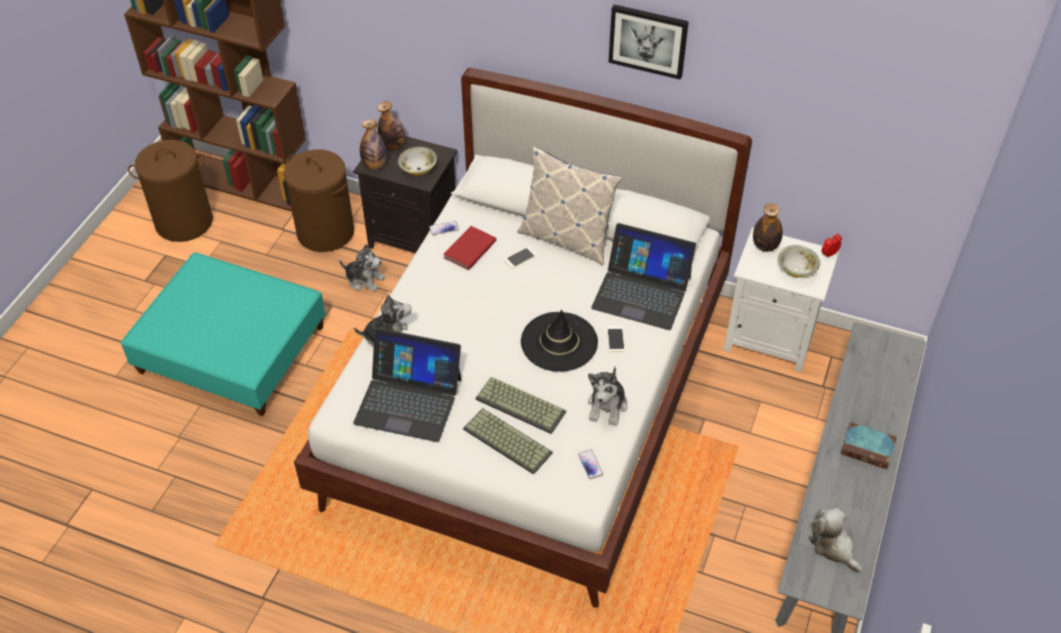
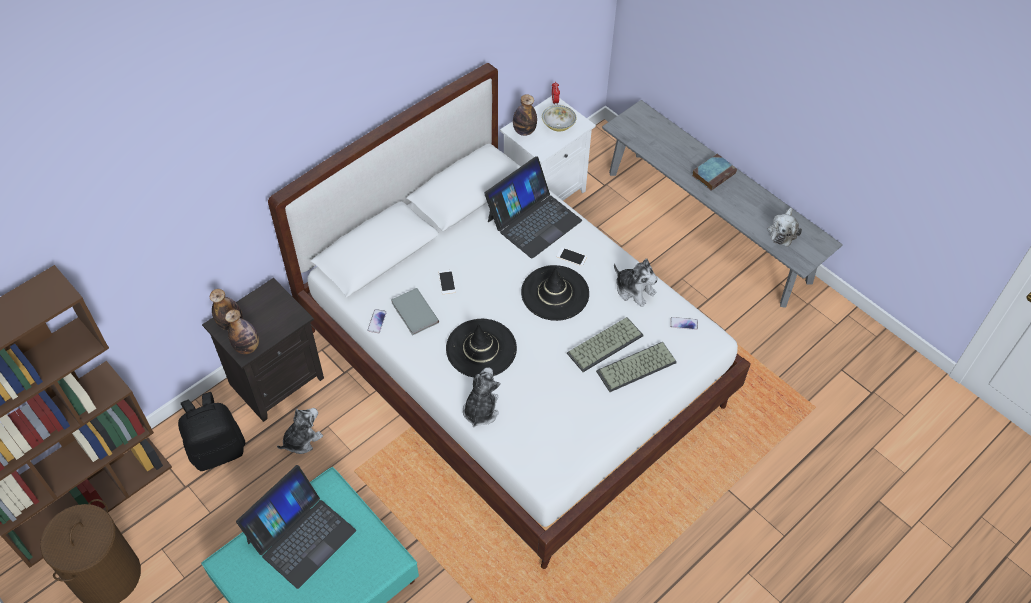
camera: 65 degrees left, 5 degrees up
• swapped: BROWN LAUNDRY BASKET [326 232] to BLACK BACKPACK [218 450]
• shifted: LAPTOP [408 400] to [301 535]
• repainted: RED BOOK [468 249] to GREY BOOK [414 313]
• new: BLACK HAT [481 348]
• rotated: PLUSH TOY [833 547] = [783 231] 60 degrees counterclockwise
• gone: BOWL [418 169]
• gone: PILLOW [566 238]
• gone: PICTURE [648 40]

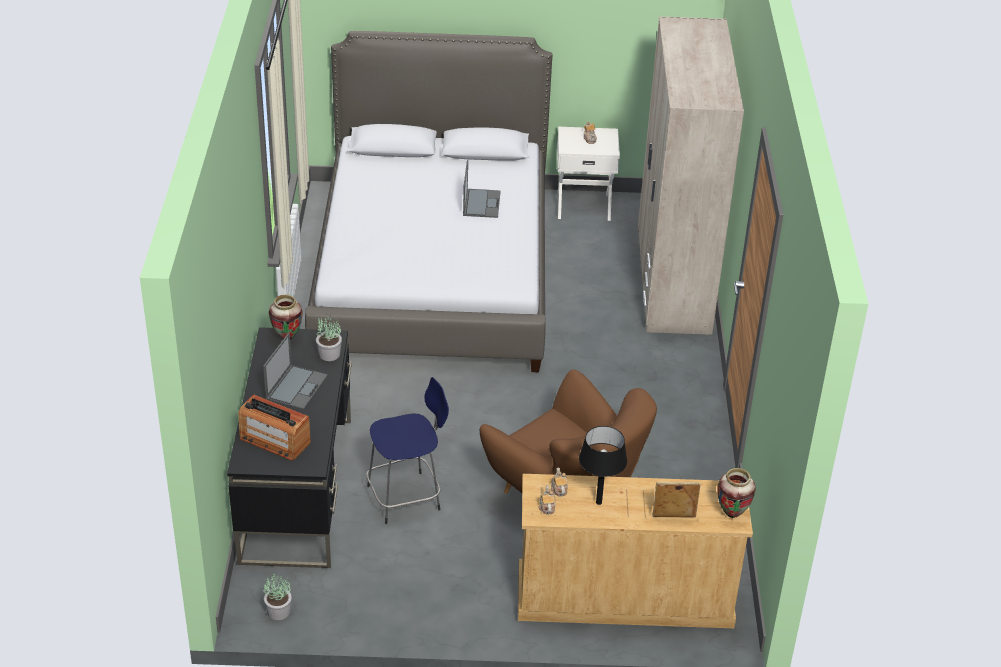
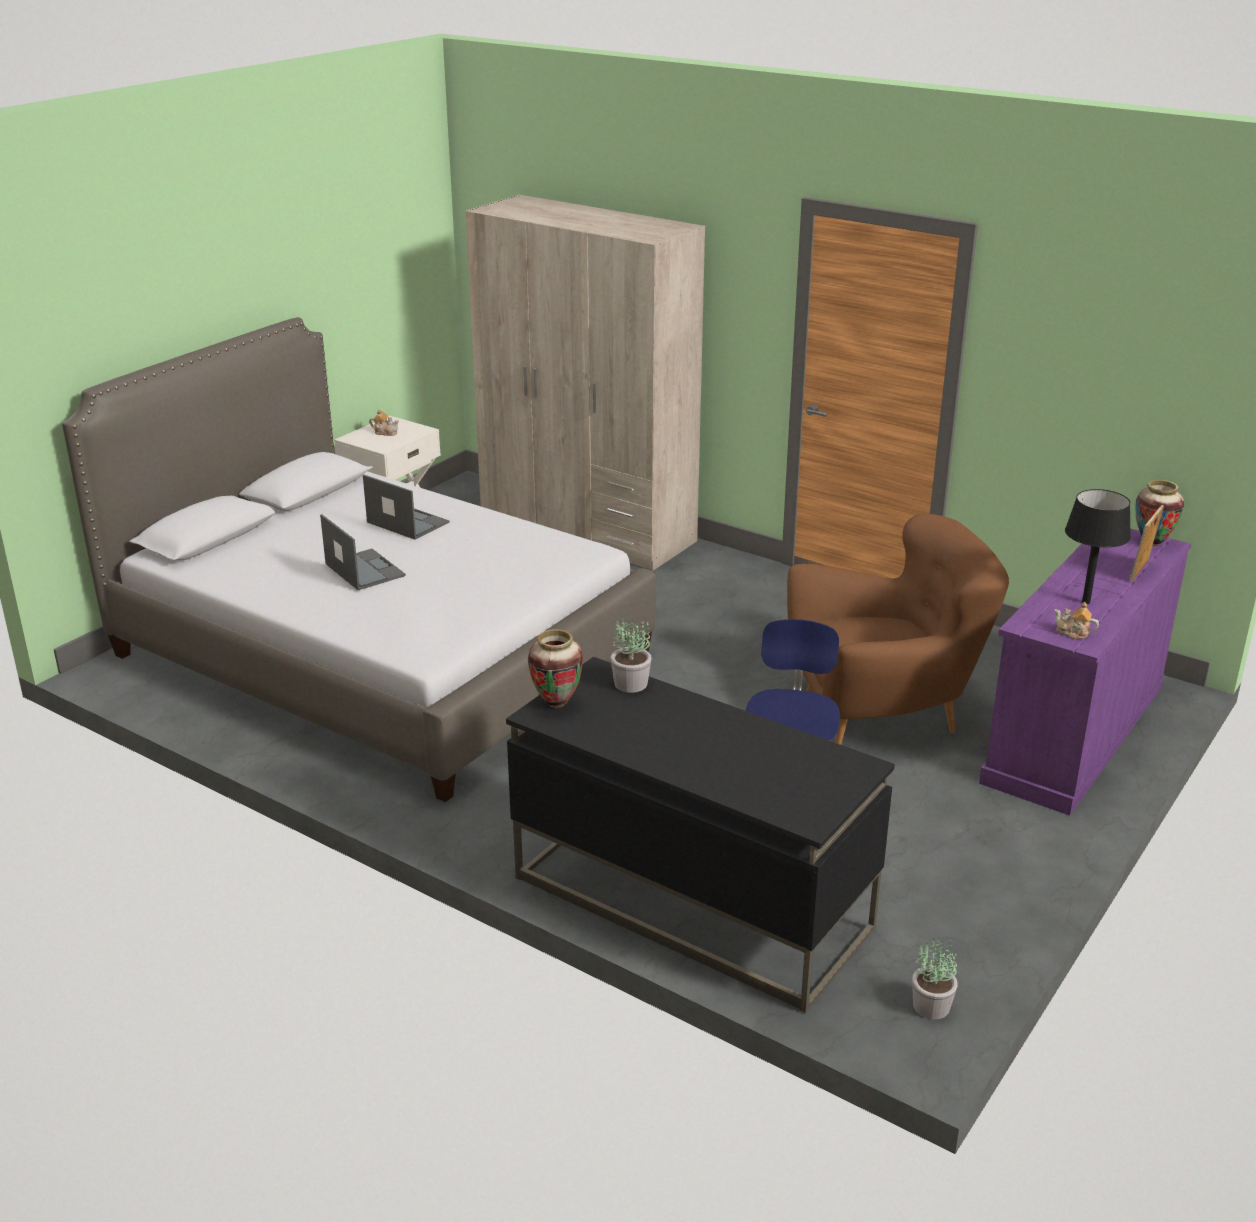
camera: 55 degrees left, 10 degrees down
• shifted: LAPTOP [296 387] to [364 570]
• repainted: BEIGE DRESSER [623 598] to PURPLE DRESSER [1074 734]
• gone: RADIO [274 440]
• gone: TEAPOT [558 489]

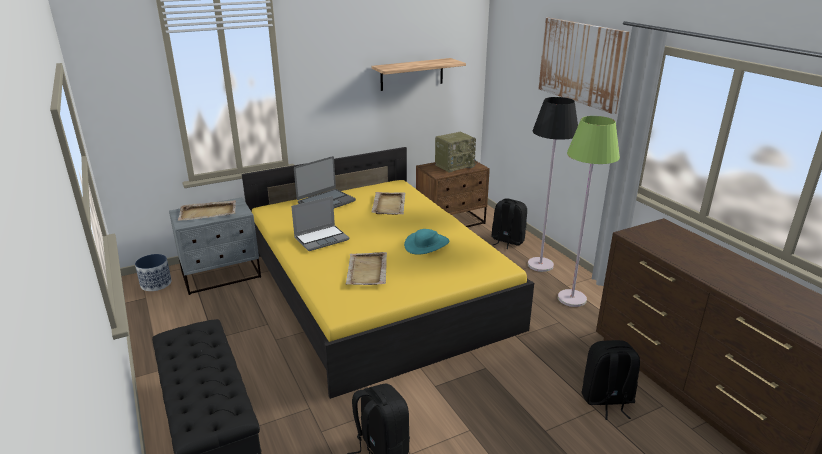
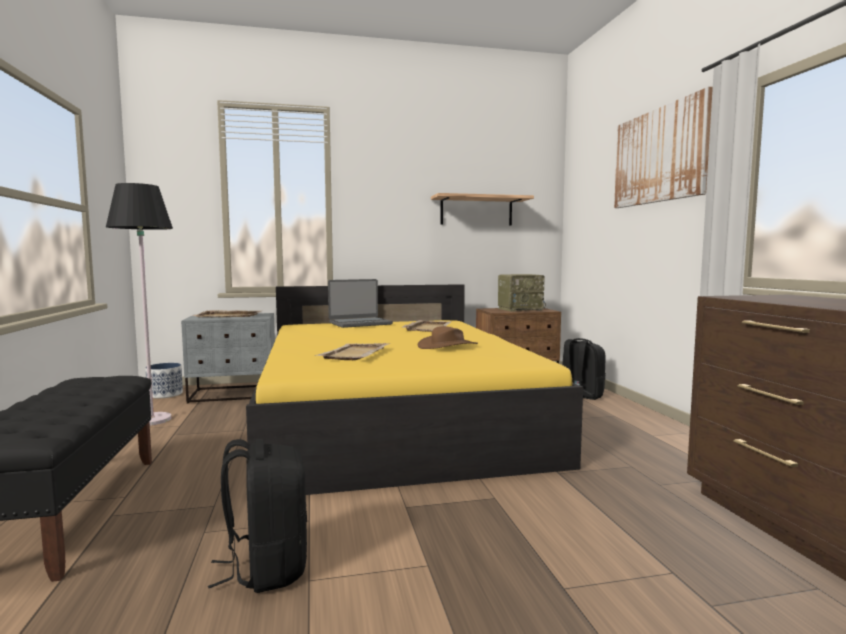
camera: 15 degrees right, 20 degrees down
• shifted: BLACK FLOOR LAMP [540 265] to [151 420]
• repainted: TURQUOISE HAT [427 244] to BROWN HAT [447 346]
• gone: LAPTOP [322 238]
• gone: GREEN FLOOR LAMP [572 299]
• gone: BLACK BACKPACK [607 400]

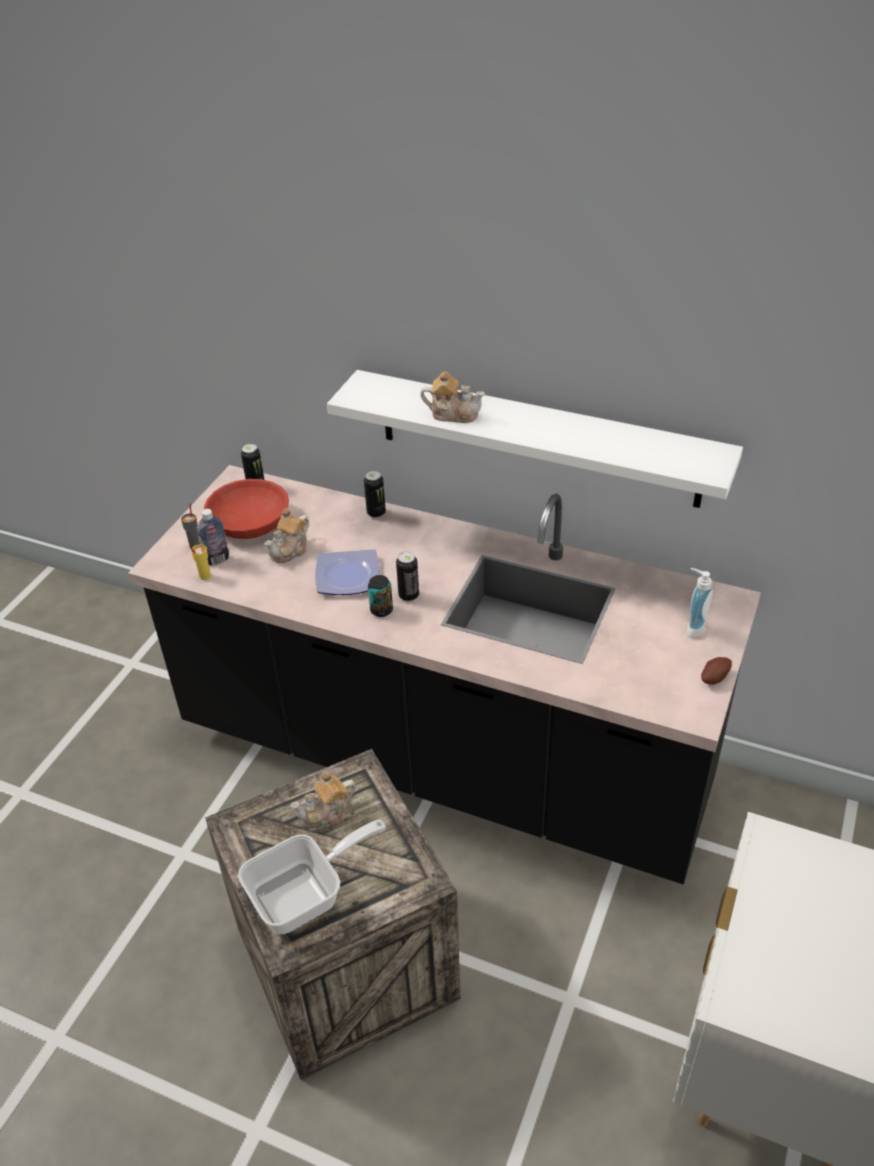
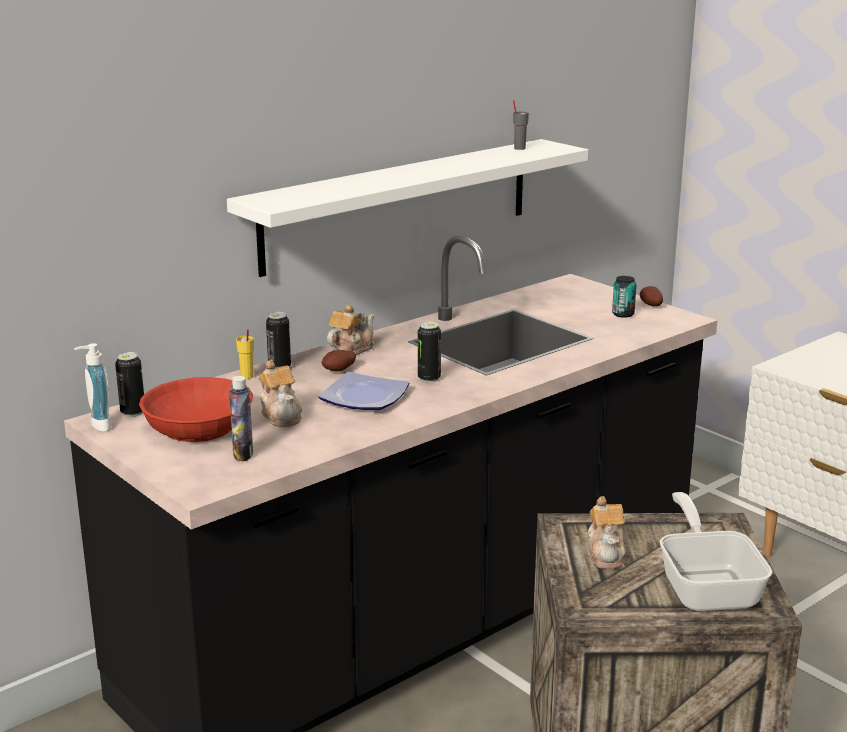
camera: 65 degrees left, 20 degrees down
• shifted: SOAP DISPENSER [692 627] to [97 426]
• shifted: YELLOW CUP [204 576] to [247 376]
• new: POTATO [340 371]
• shifted: TEAPOT [453 414] to [350 349]
• shifted: GREY CUP [195 544] to [519 148]
• shifted: CAN [381 610] to [623 314]

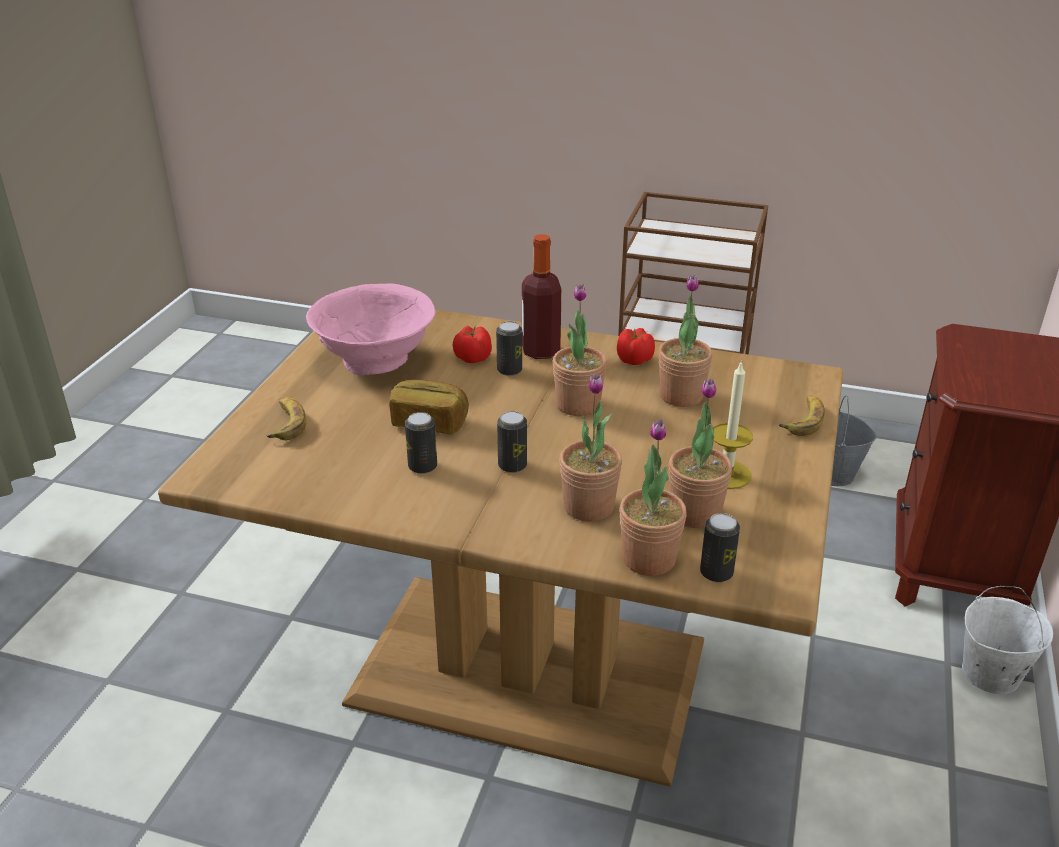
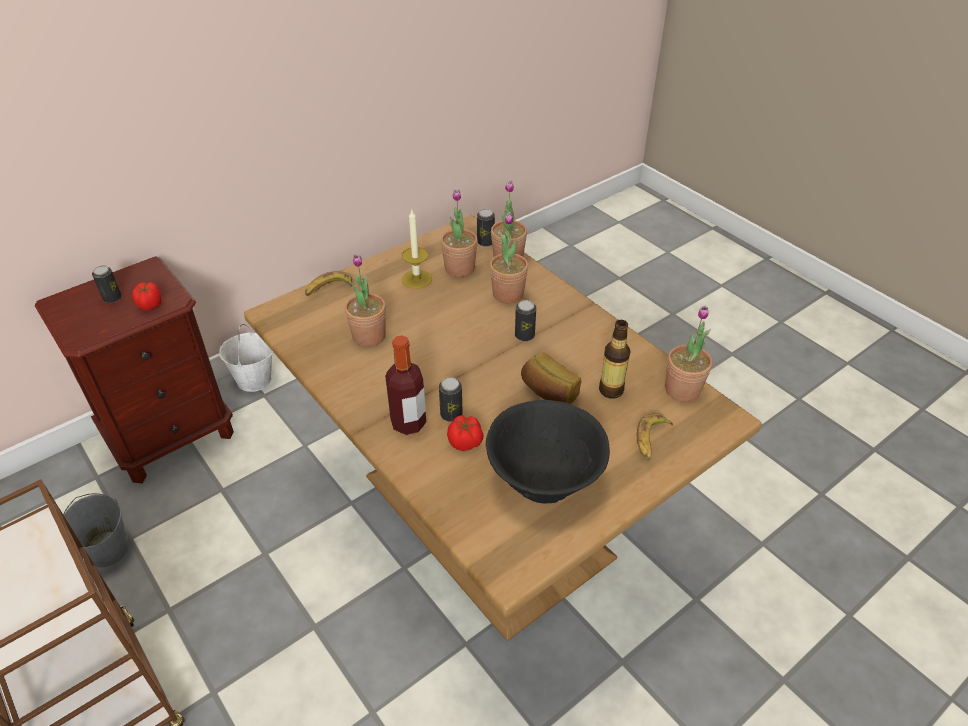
camera: 145 degrees left, 10 degrees up
• shifted: CAN [422 466] to [112 298]
• shifted: TOMATO [633 359] to [150 305]
• repainted: PINK BOWL [376 361] to BLACK BOWL [544 478]
• new: BOTTLE [611 390]
• shifted: POTTED PLANT [578 405] to [682 390]

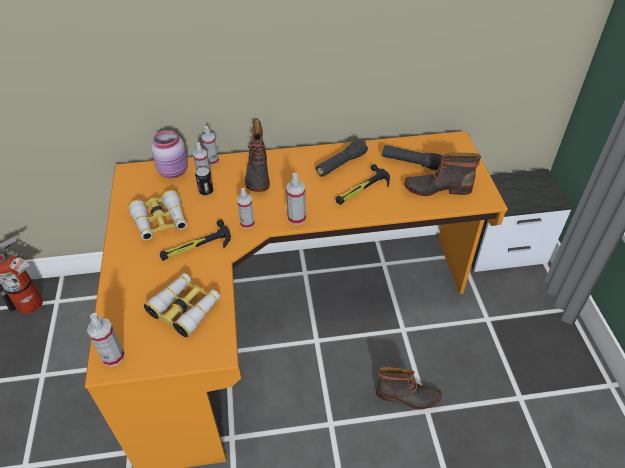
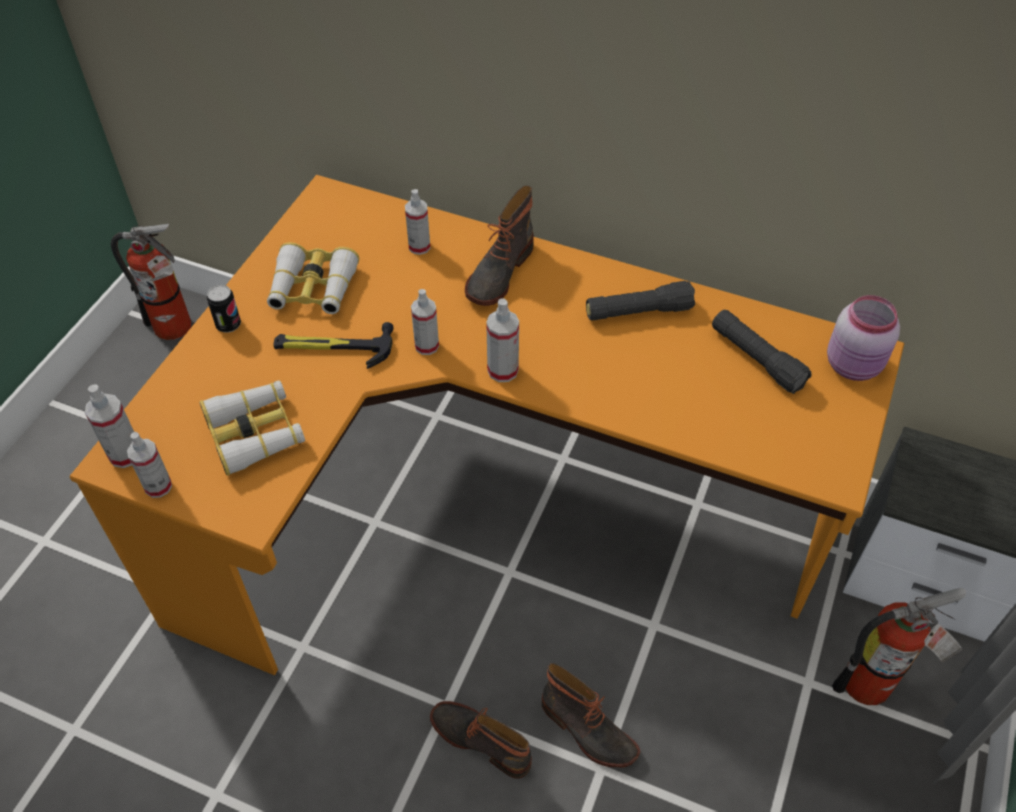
camera: 30 degrees right, 5 degrees up
• shifted: SPRAY BOTTLE [212 161] to [158 486]
• shifted: CAN [206 191] to [228 325]
• shifted: BOOT [437 187] to [482 740]
• shifted: PINK JAR [174 171] to [854 366]
• new: FIRE EXTINGUISHER [874 686]
• gone: HAMMER [361 189]

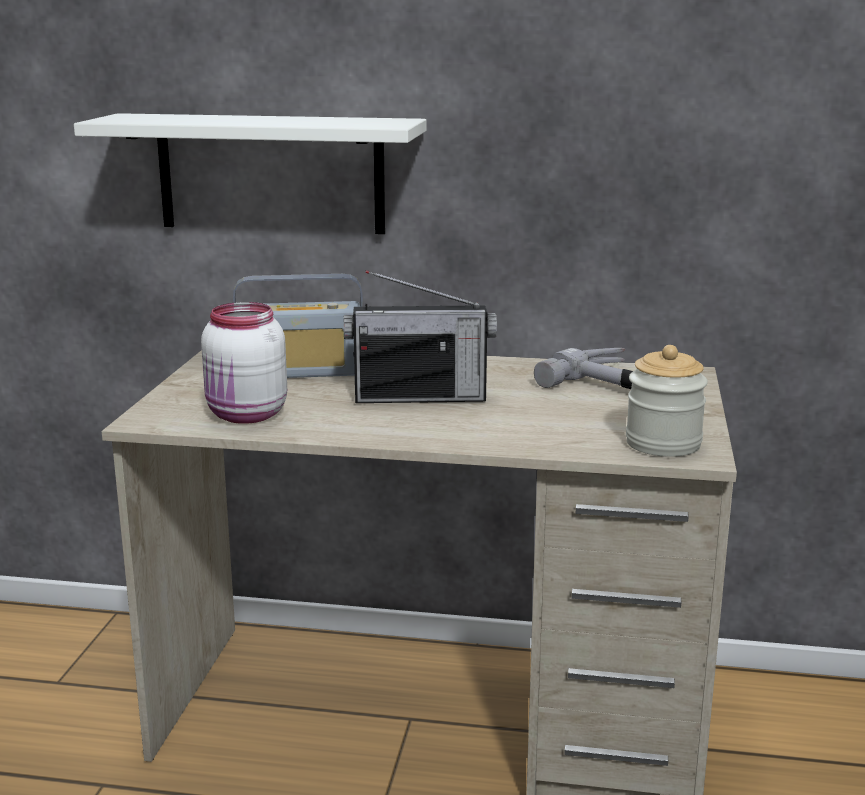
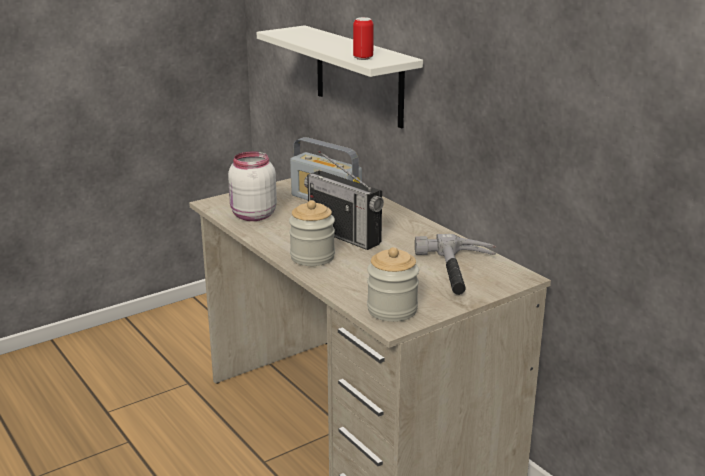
camera: 45 degrees right, 5 degrees up
• new: JAR [312 257]
• new: CAN [363 58]

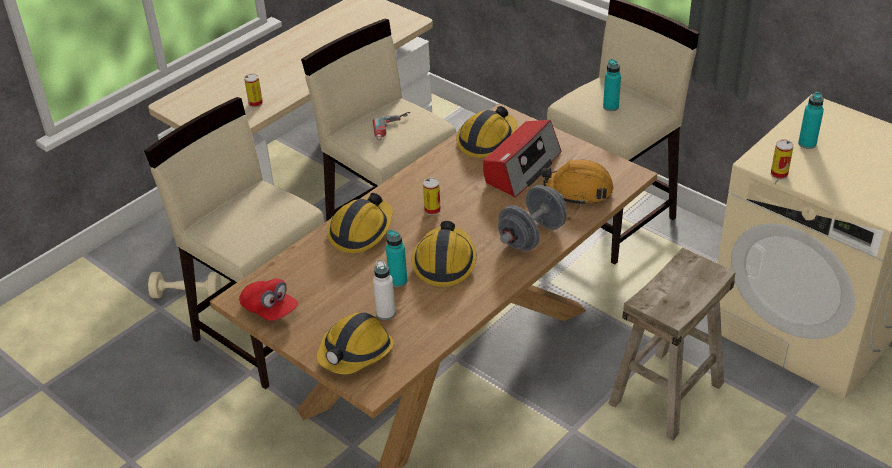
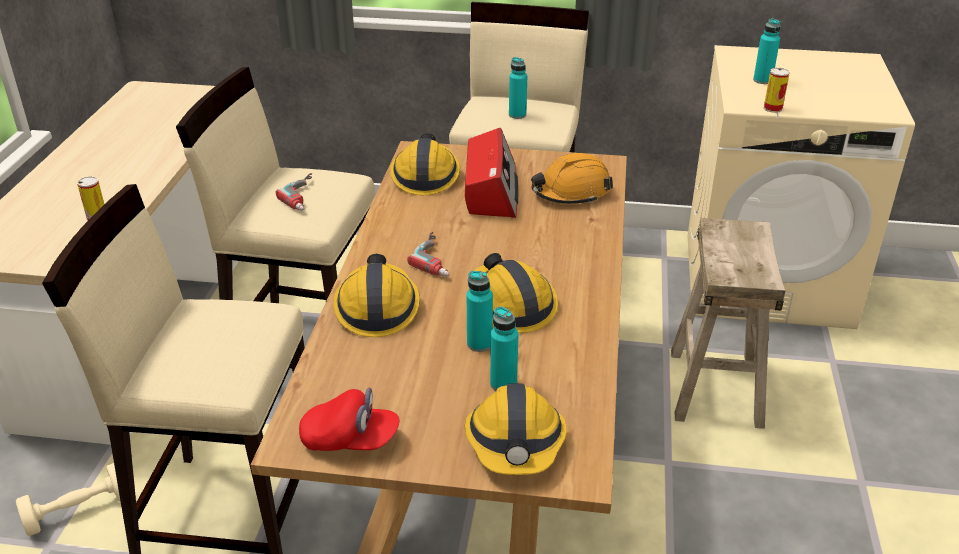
camera: 35 degrees left, 5 degrees down
• swapped: CAN [432 210] to POWER DRILL [439 258]
• repainted: WHITE BOTTLE [386 313] to TURQUOISE BOTTLE [503 384]
• gone: GREY DUMBBELL [532 236]

